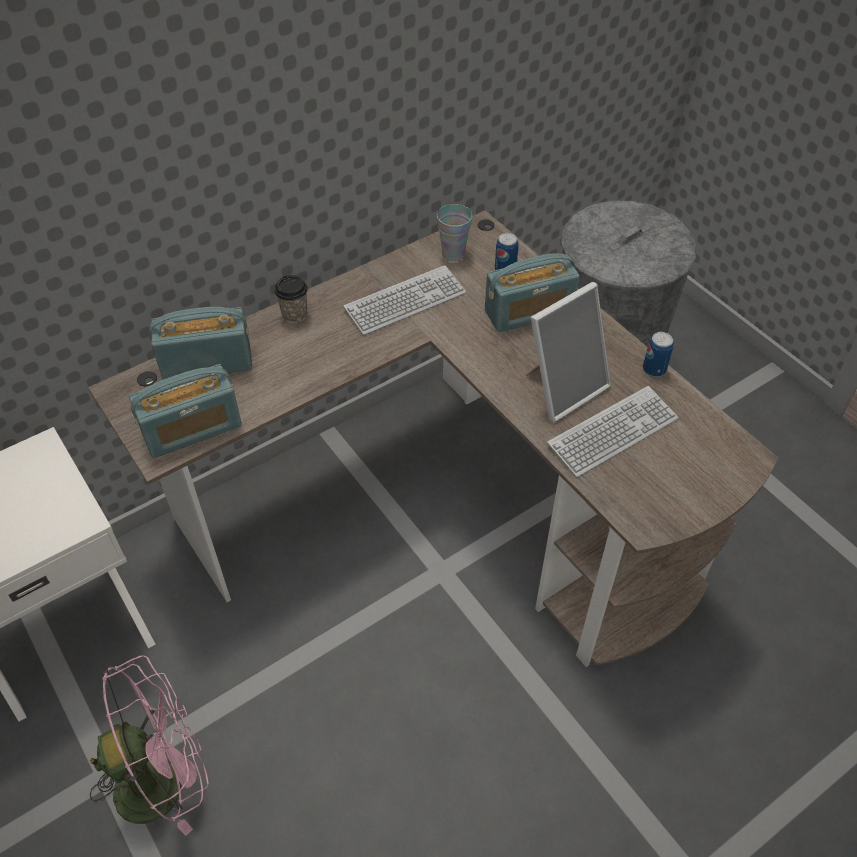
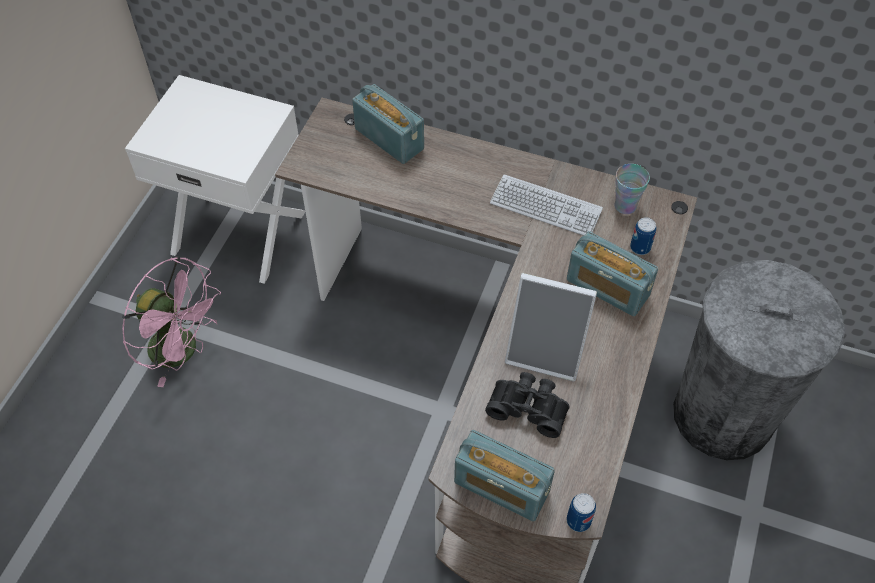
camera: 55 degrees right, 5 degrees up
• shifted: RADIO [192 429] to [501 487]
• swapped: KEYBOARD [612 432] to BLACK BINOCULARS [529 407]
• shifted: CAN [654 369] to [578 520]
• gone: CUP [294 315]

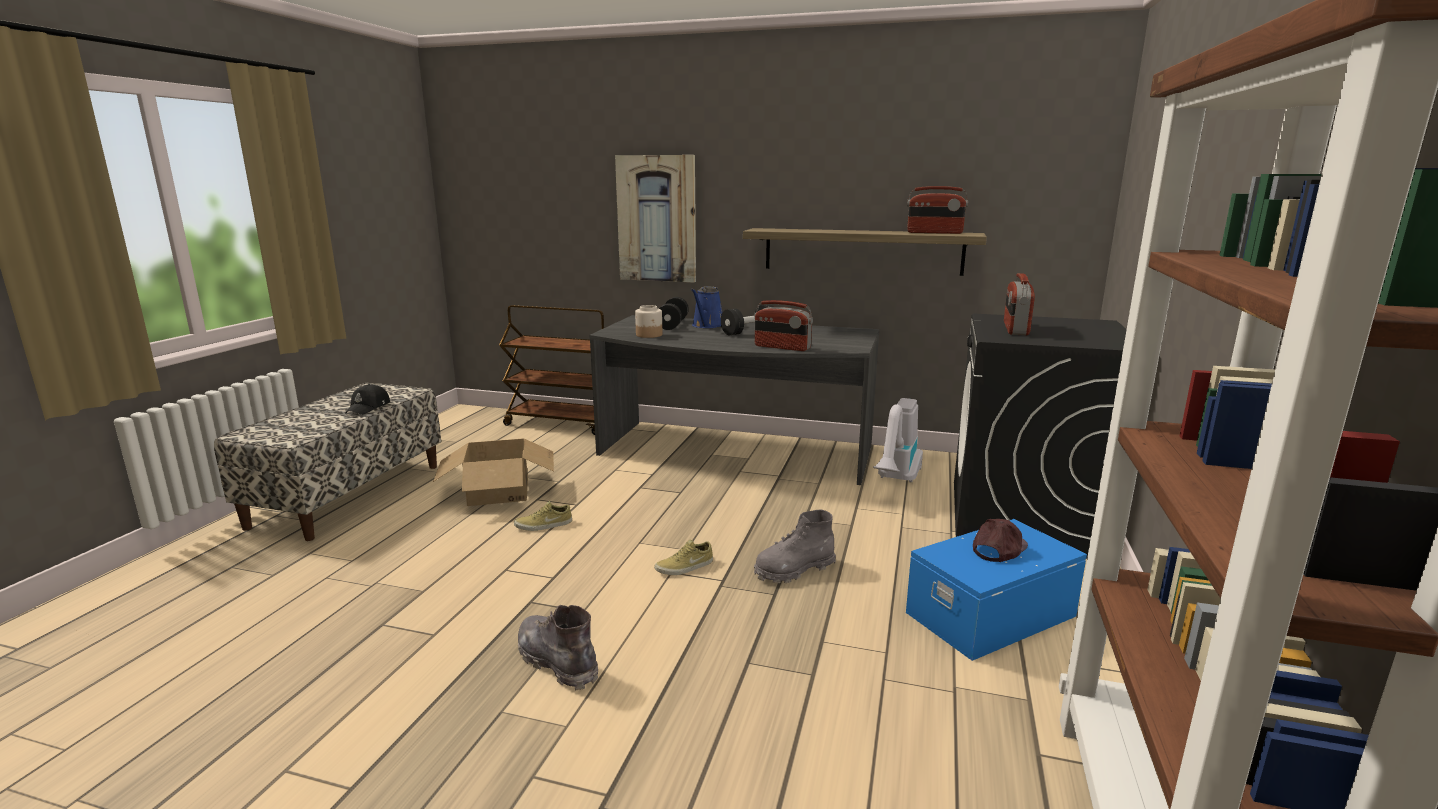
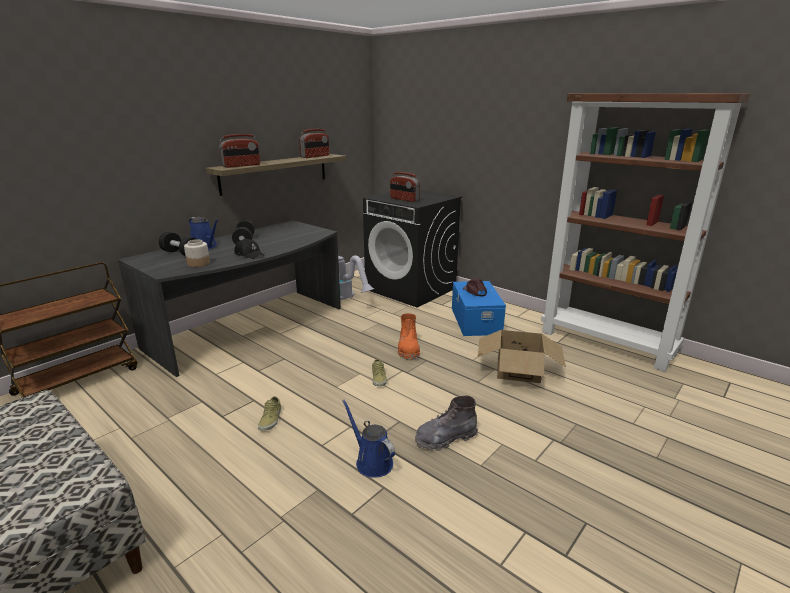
camera: 65 degrees left, 5 degrees up
• shifted: RADIO [782 347] to [241 166]
• shifted: BLACK CAP [369 407] to [249 254]
• new: BLUE WATERING CAN [371 461]
• repainted: GREY BOOT [794 569] to ORANGE BOOT [408 349]
• shifted: CARDBOARD BOX [498 491] to [517 370]
• gone: PICTURE [657 219]

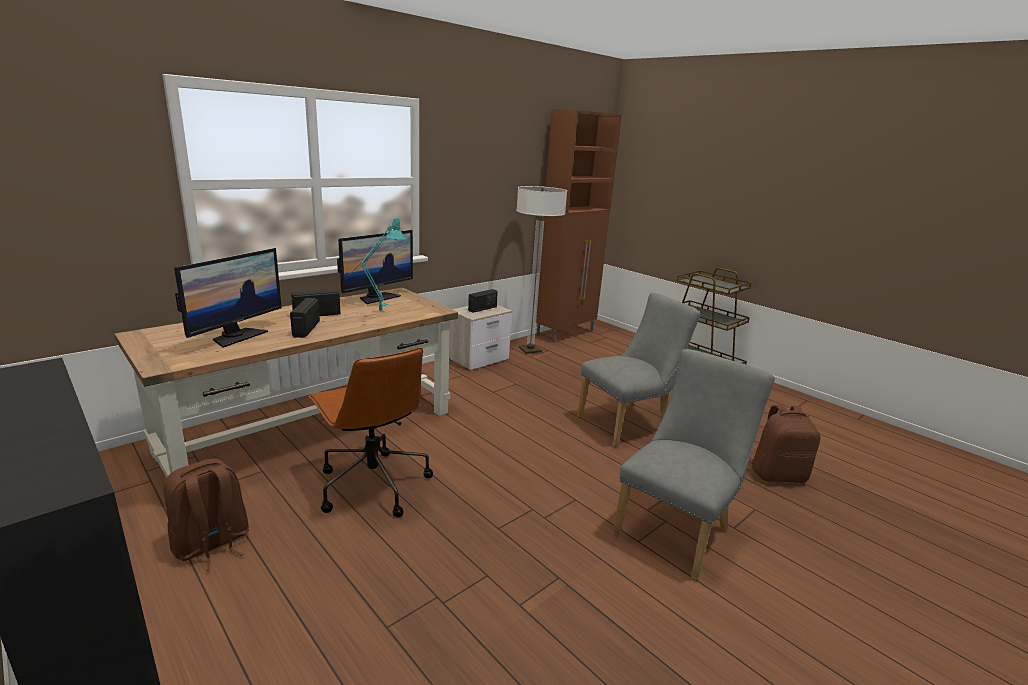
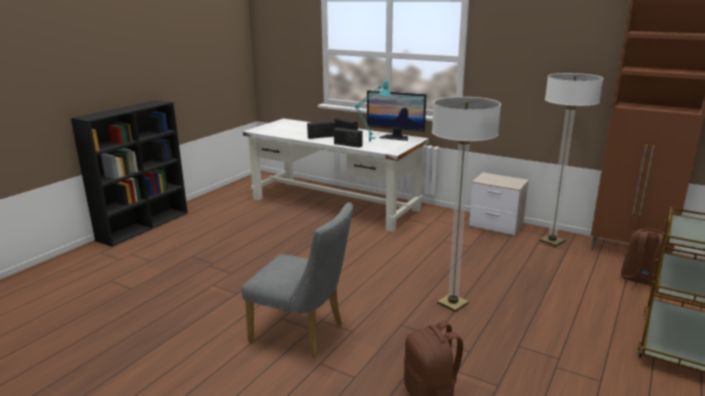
camera: 75 degrees right, 0 degrees up
• repainted: BROWN DESK [313 430] to WHITE DESK [335 204]
• shifted: RADIO [482 309] to [348 145]
• swapped: GREY CHAIR [628 424] to FLOOR LAMP [452 304]
• shifted: BROWN BACKPACK [211 544] to [642 281]
• gone: MONITOR [236 336]
• gone: BROWN OFFICE CHAIR [372 484]

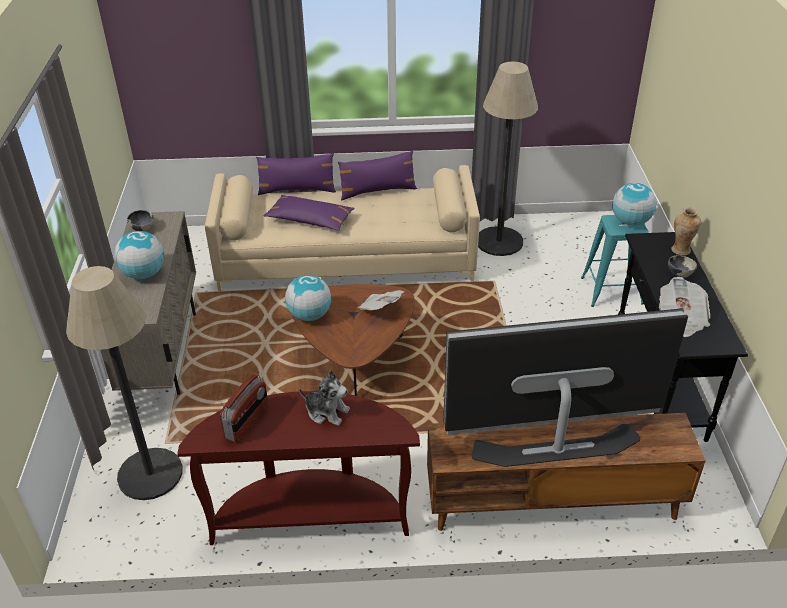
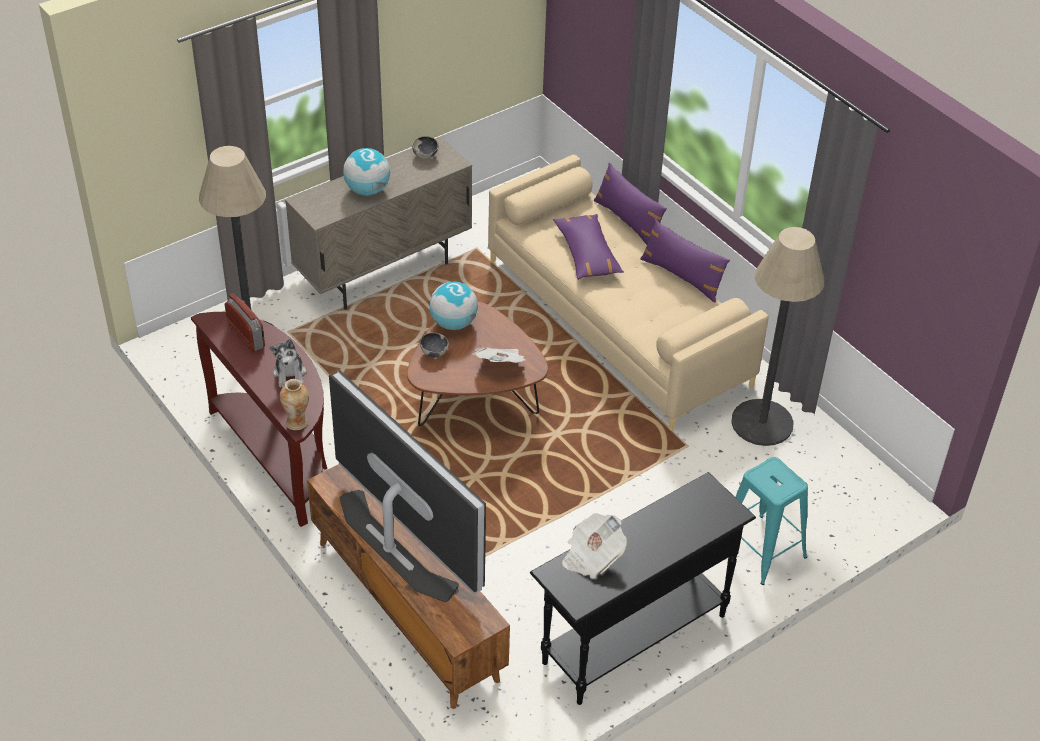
camera: 55 degrees right, 5 degrees up
• rotated: RADIO [247 422] = [246 336] 120 degrees counterclockwise
• shifted: VASE [680 250] to [296 422]
• shifted: BOWL [679 274] to [434 352]
• gone: GLOBE [630 222]

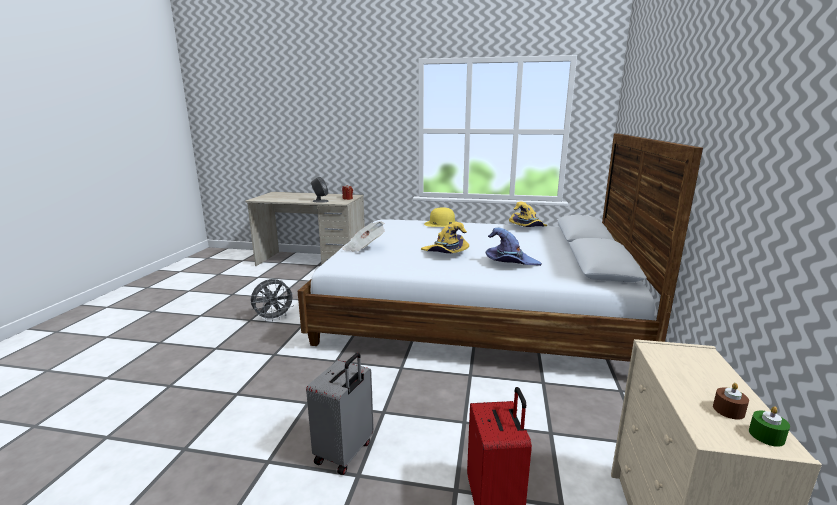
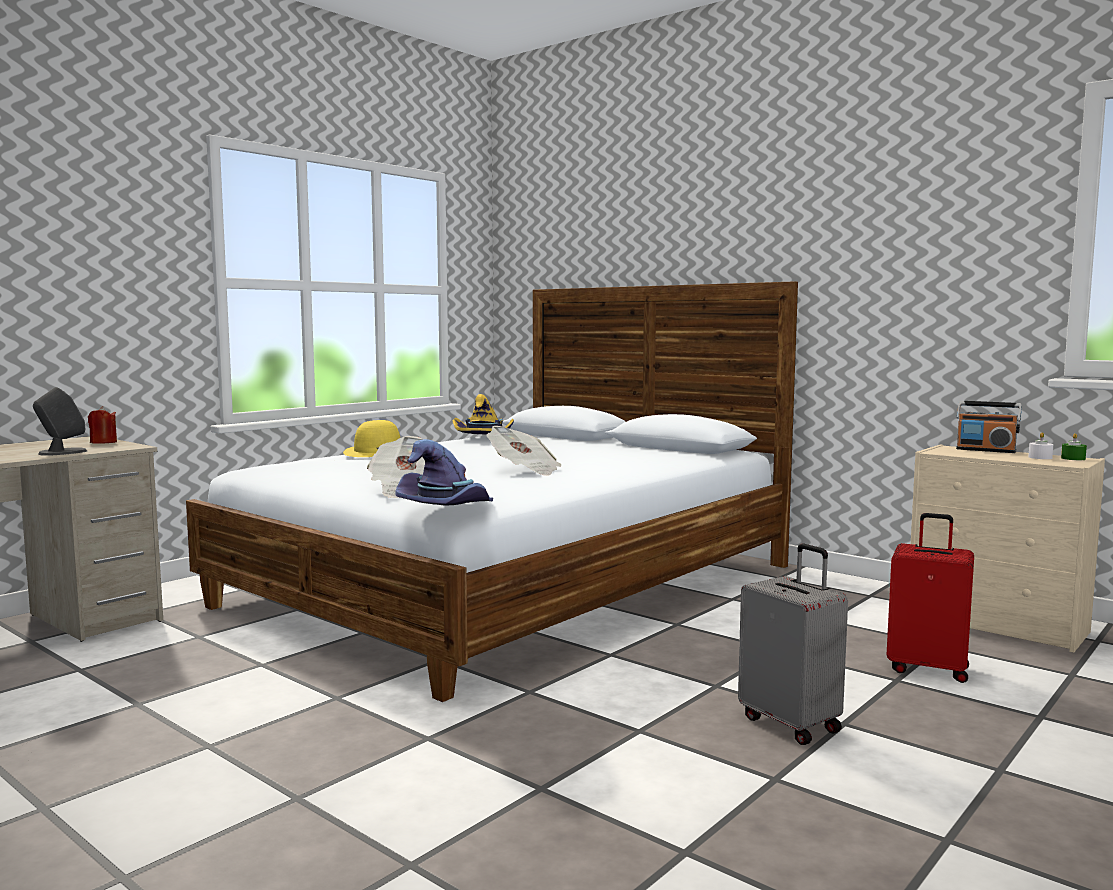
camera: 60 degrees left, 10 degrees down
• shifted: PURPLE HAT [510 263] to [446 510]
• swapped: YELLOW HAT [445 253] to NEWSPAPER [524 471]
• new: RADIO [986 450]
• repainted: BROWN CANDLE [728 410] to WHITE CANDLE [1040 457]
• gone: GREY FAN [274 318]

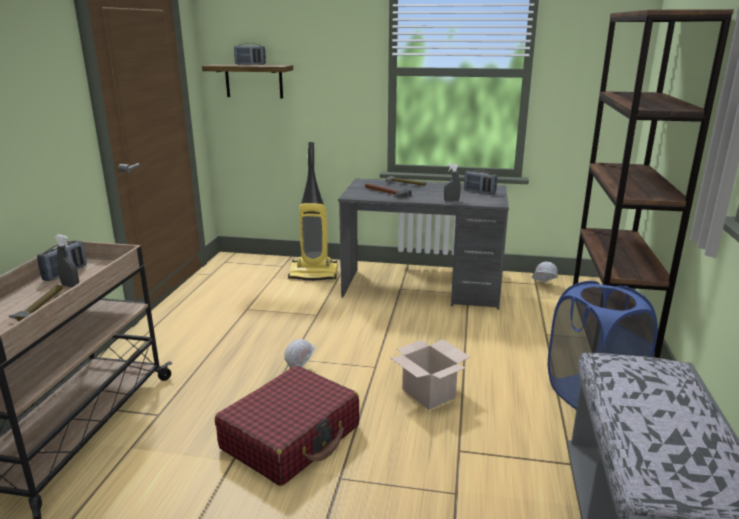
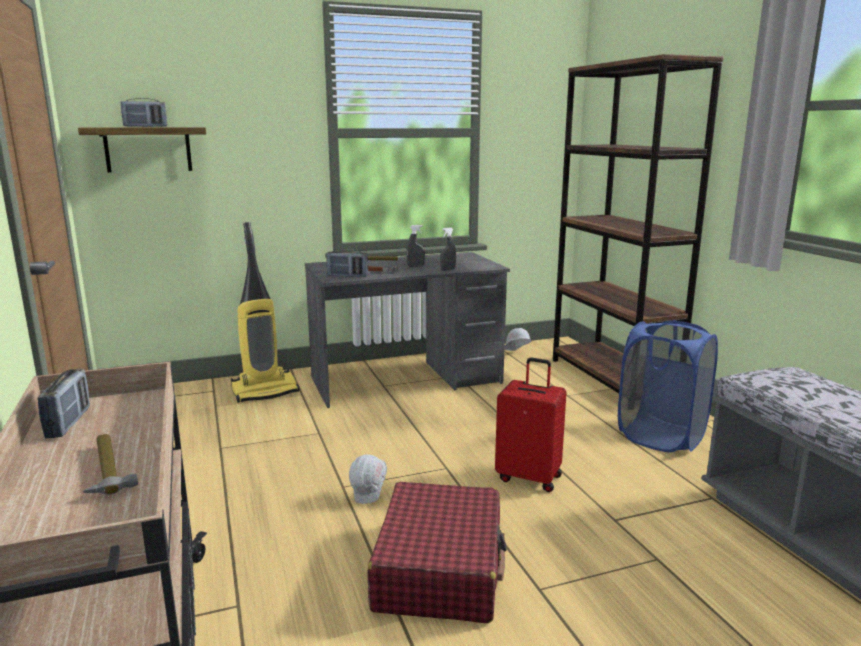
camera: 30 degrees left, 5 degrees down
• shifted: RADIO [479 191] to [347 276]
• shifted: GREY SPRAY BOTTLE [70 286] to [415 266]
• swapped: CARDBOARD BOX [430 394] to RED SUITCASE [529 477]

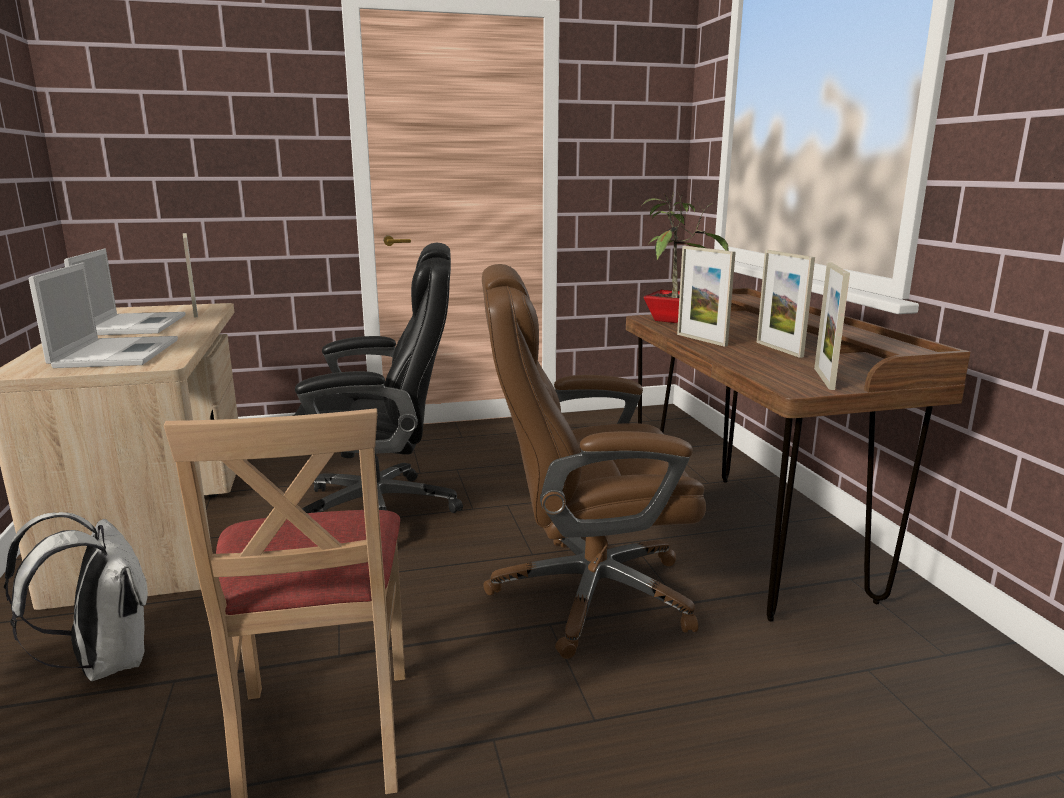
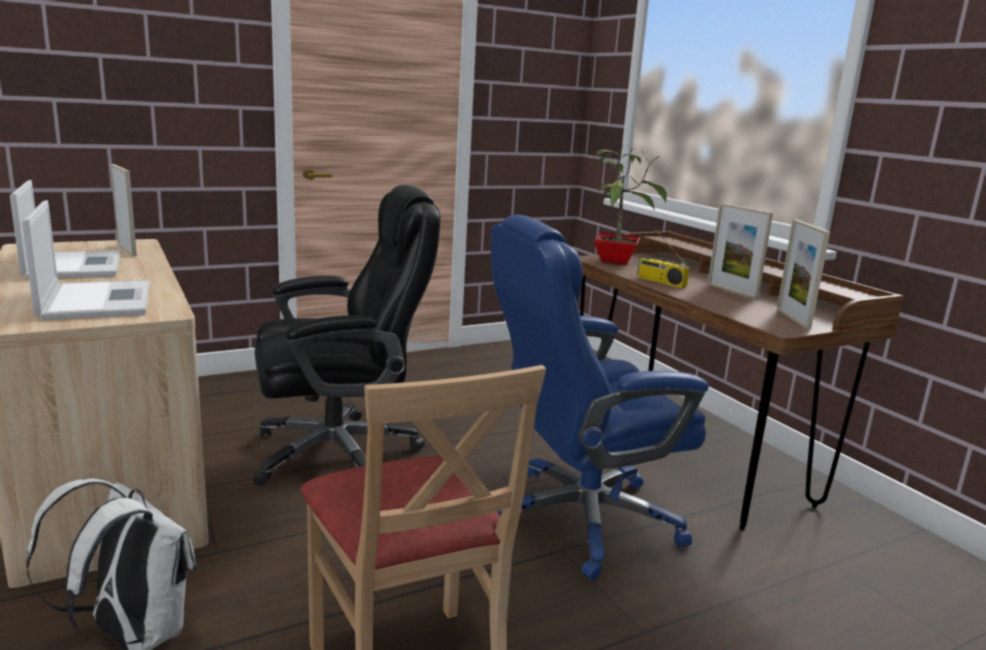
camera: 15 degrees left, 0 degrees up
• repainted: BROWN OFFICE CHAIR [587 594] to BLUE OFFICE CHAIR [580 519]
• swapped: PICTURE FRAME [701 340] to RADIO [660 282]

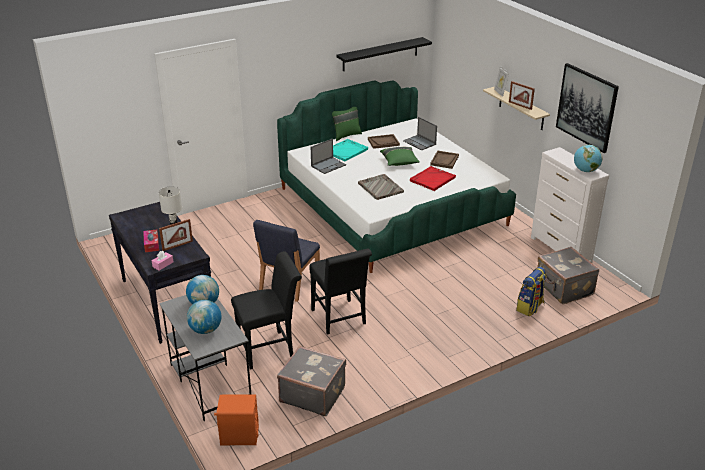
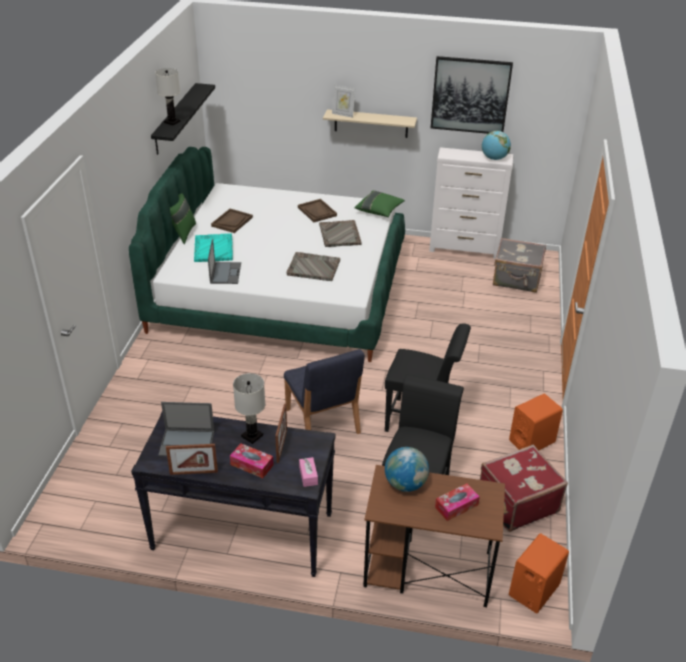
camera: 50 degrees left, 5 degrees up
• new: WHITE TABLE LAMP [172 122]
• shifted: LAPTOP [420 143] to [187 443]
• shifted: PICTURE FRAME [520 105] to [194 472]
• repainted: RED TRAY [432 179] to GREY TRAY [340 235]
• shifted: GREEN PILLOW [399 162] to [379 211]
• repainted: GREY DESK [209 382] to BROWN DESK [426 569]
• swapped: GLOBE [205 330] to TISSUE BOX [456 506]
• repainted: GREY SUITCASE [312 394] to RED SUITCASE [516 502]
• new: ORANGE SPEAKER [532 441]
• gone: BACKPACK [530 307]

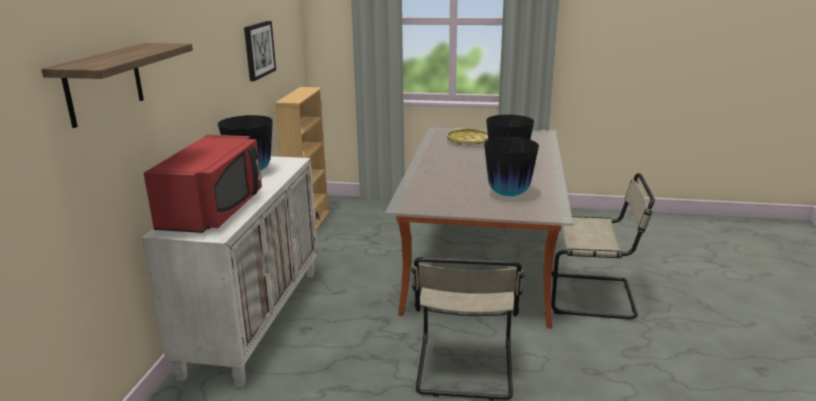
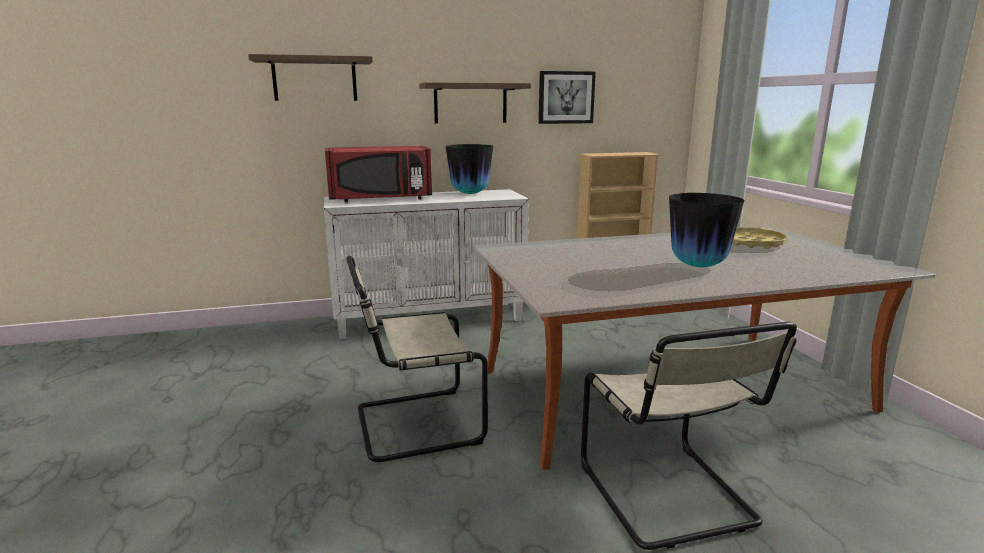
camera: 65 degrees right, 5 degrees down
• new: SHELF [470 103]
• gone: VASE [508 194]

